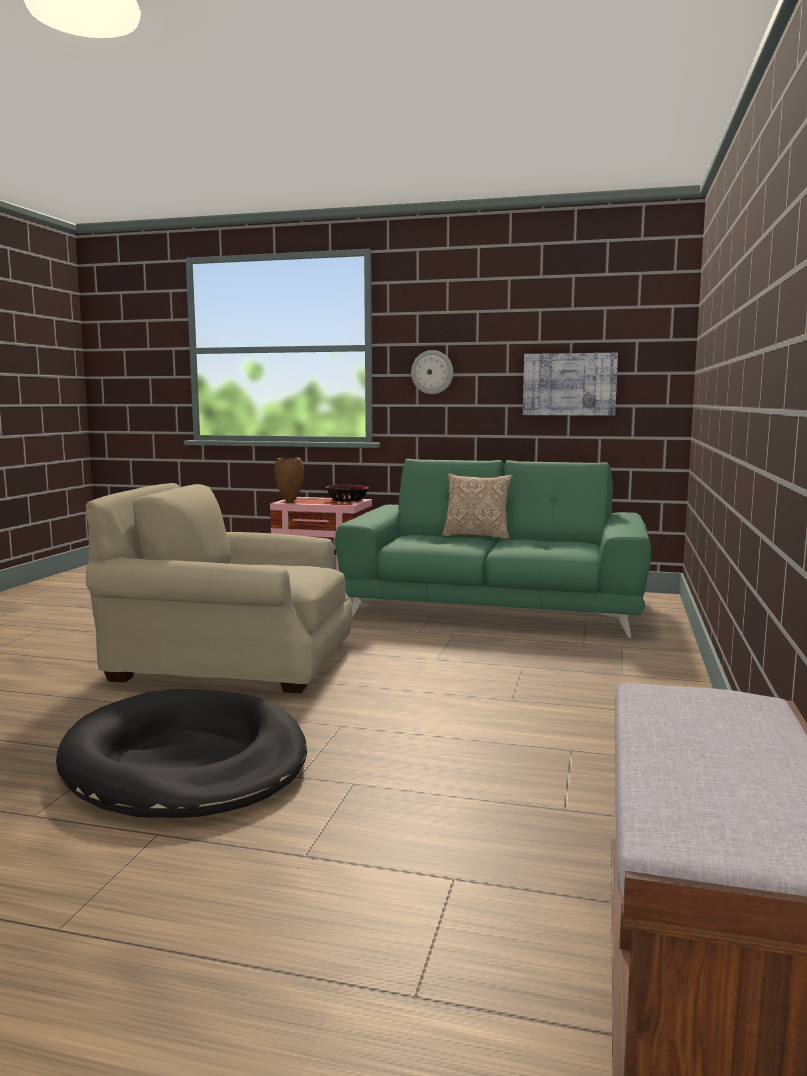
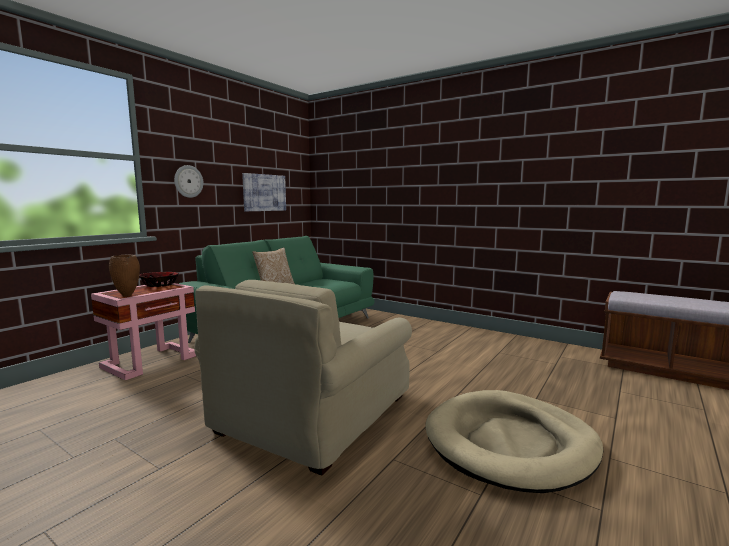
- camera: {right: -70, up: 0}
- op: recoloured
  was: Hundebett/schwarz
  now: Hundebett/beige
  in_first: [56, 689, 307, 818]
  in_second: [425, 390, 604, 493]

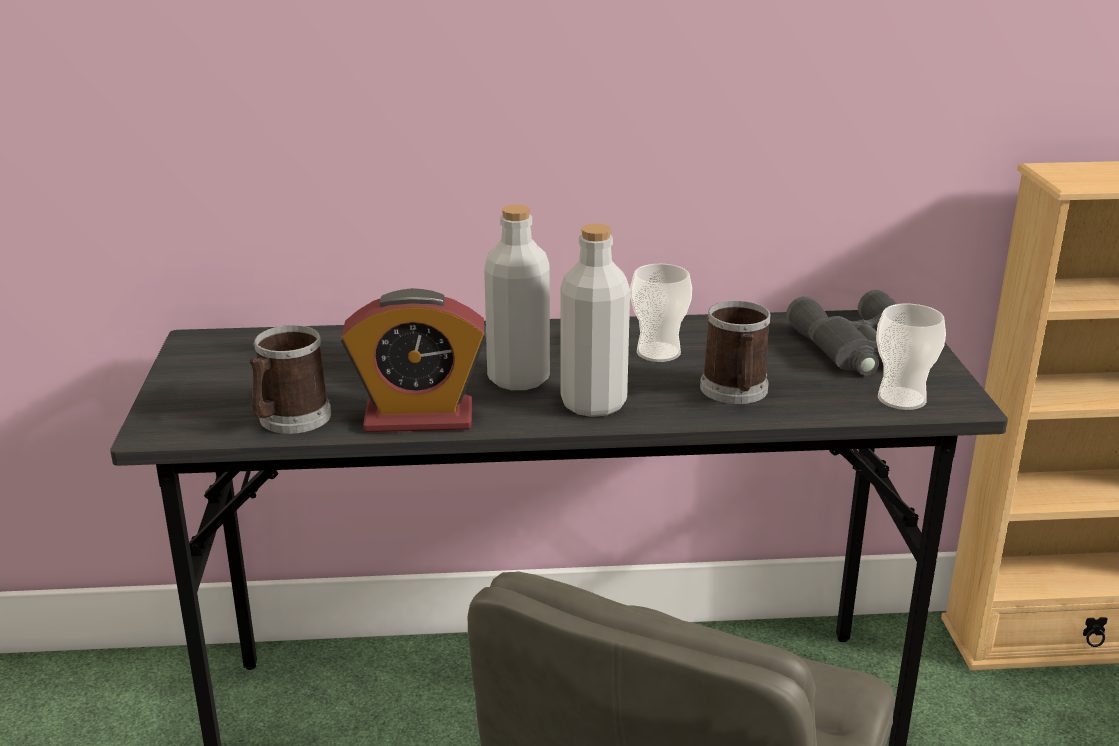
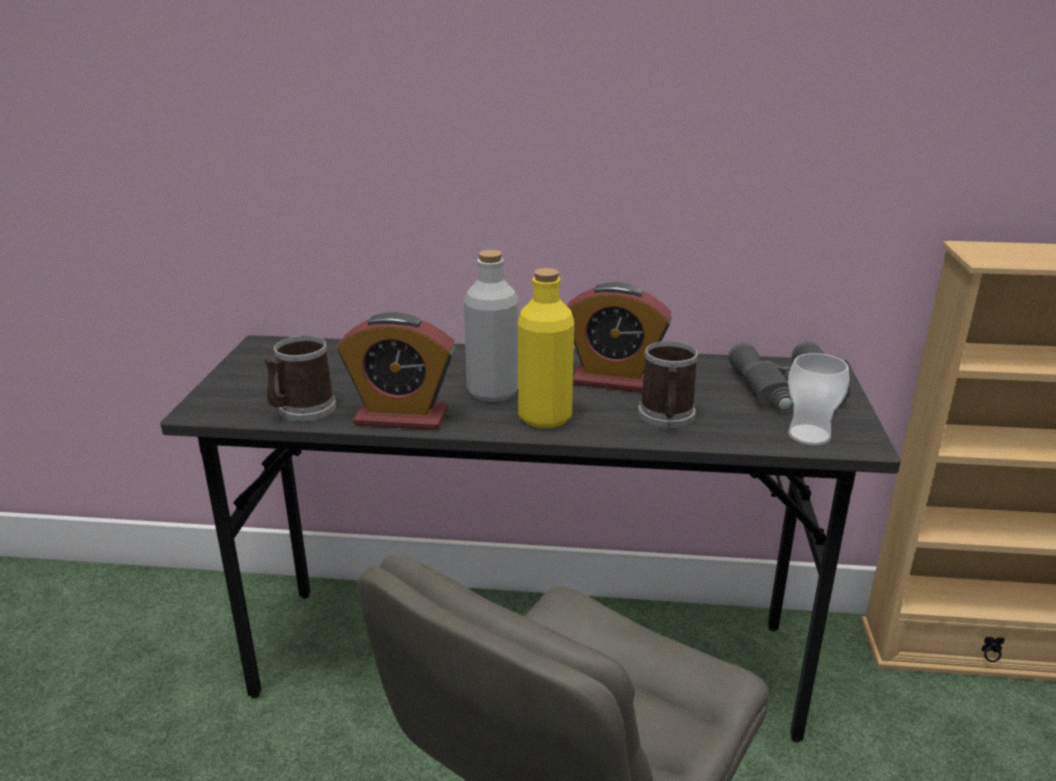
- camera: {right: 10, up: 0}
- op: recoloured
  was: Flasche/grau
  now: Flasche/gelb
  in_first: [560, 224, 630, 417]
  in_second: [518, 268, 574, 428]
- op: replaced
  was: Tasse
  now: Wecker
  in_first: [630, 264, 692, 362]
  in_second: [567, 282, 672, 392]

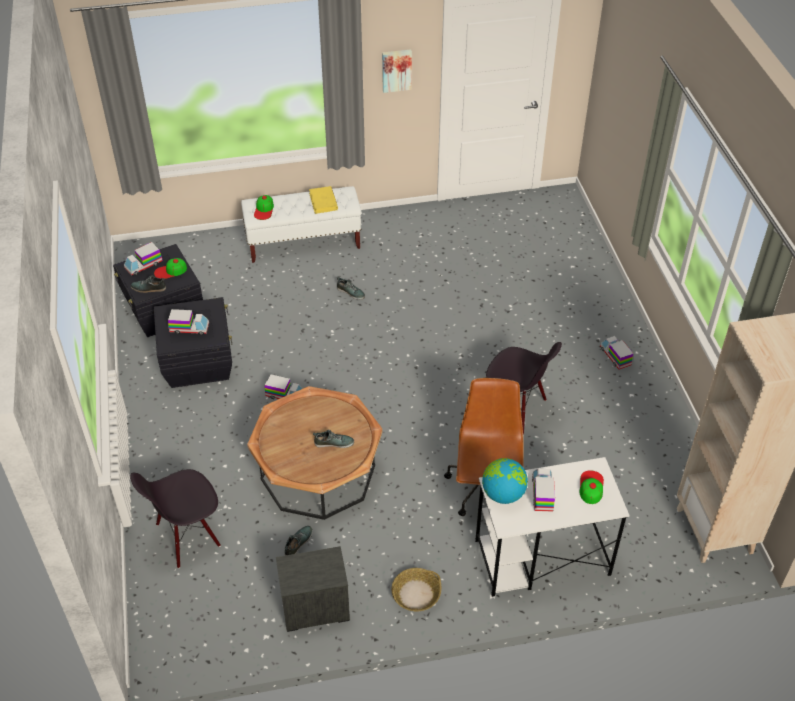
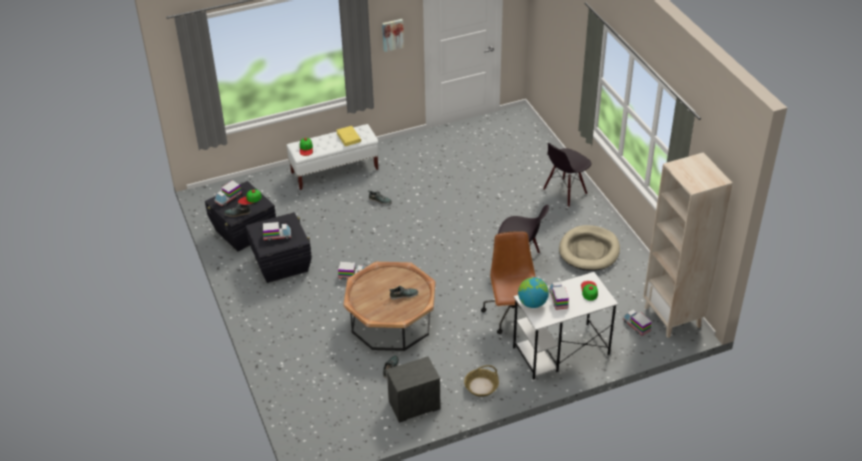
- camera: {right: -10, up: -5}
- op: moved
  was: Stuhl/schwarz
  in_first: [130, 469, 221, 568]
  in_second: [543, 143, 592, 207]
- op: added
  now: Hundebett/beige
  in_second: [559, 225, 620, 271]
- op: moved
  was: Spielzeuglaster
  in_first: [600, 336, 634, 370]
  in_second: [623, 309, 652, 336]

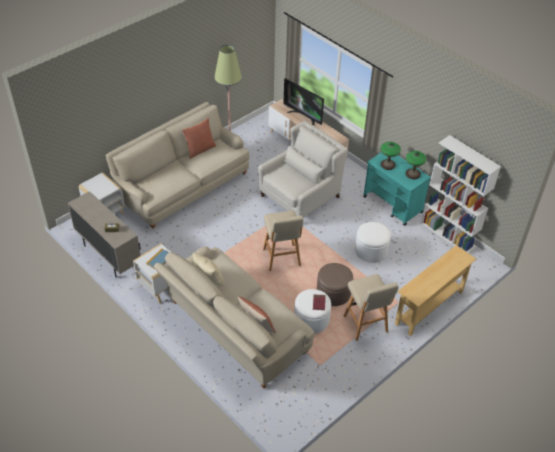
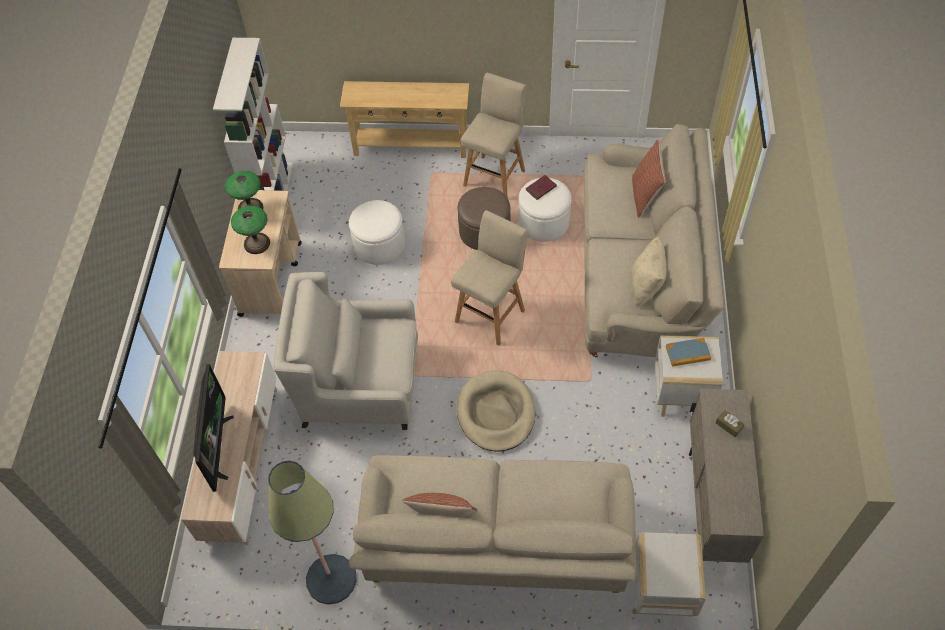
- camera: {right: -130, up: 10}
- op: recoloured
  was: Rollwagen/türkis
  now: Rollwagen/beige
  in_first: [363, 152, 431, 226]
  in_second: [219, 190, 302, 317]
- op: added
  now: Hundebett/beige
  in_second: [457, 370, 536, 452]

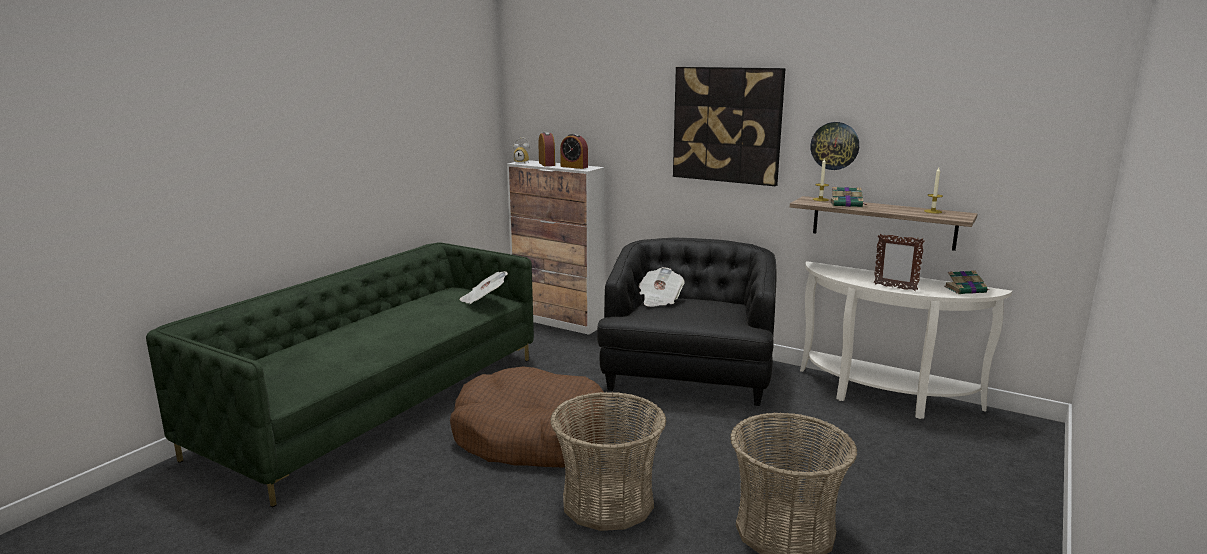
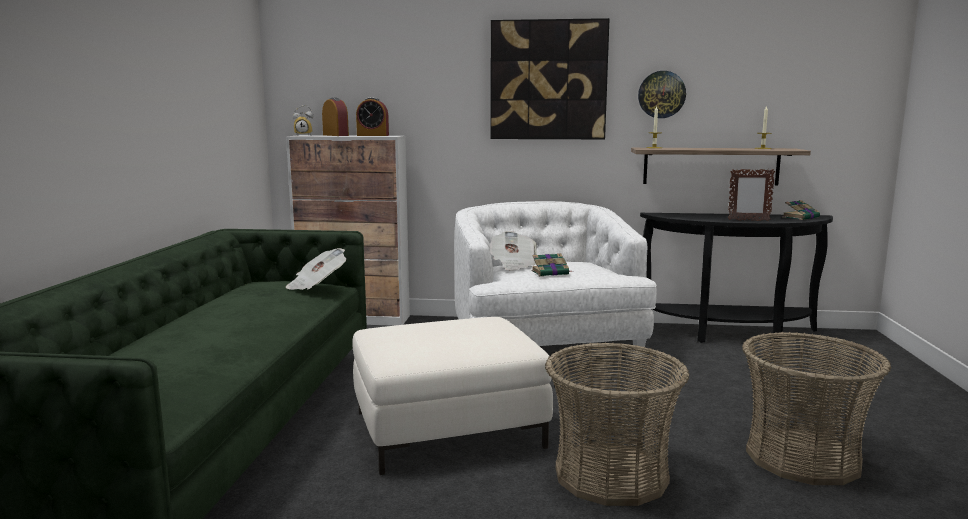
- camera: {right: -25, up: -5}
- op: replaced
  was: Hundebett/braun
  now: Polsterhocker/weiß
  in_first: [450, 366, 606, 468]
  in_second: [352, 317, 553, 475]
- op: recoloured
  was: Sessel/schwarz
  now: Sessel/weiß
  in_first: [597, 238, 777, 406]
  in_second: [454, 201, 657, 359]
- op: moved
  was: Buch
  in_first: [830, 187, 867, 207]
  in_second: [532, 253, 573, 276]
- op: recoloured
  was: Konsolentisch/weiß
  now: Konsolentisch/schwarz
  in_first: [800, 261, 1012, 419]
  in_second: [640, 213, 833, 343]

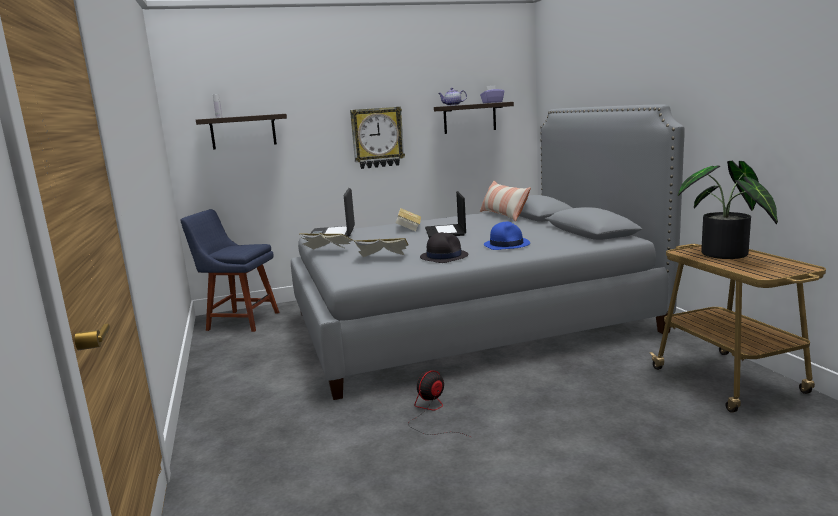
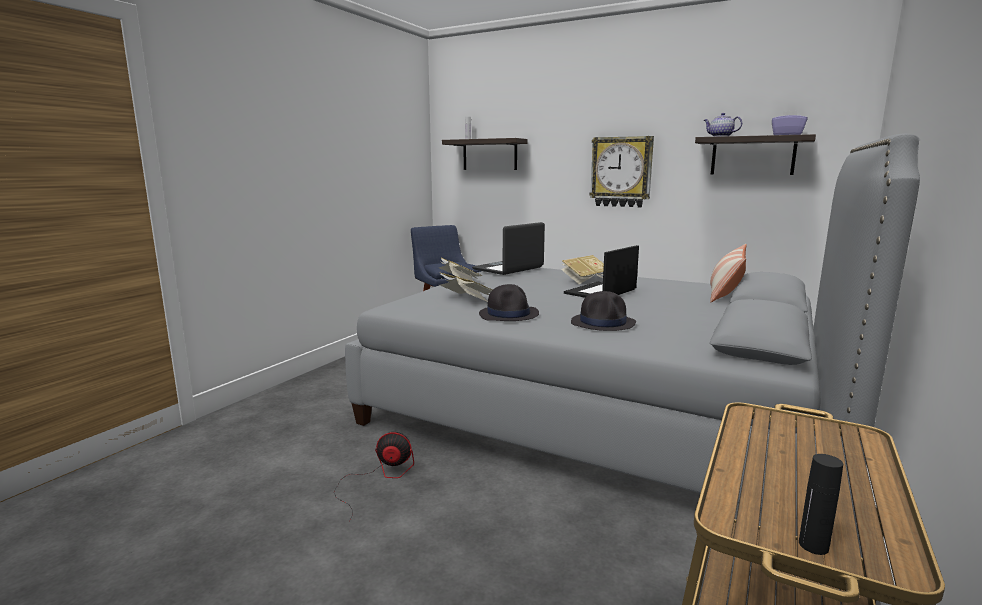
- camera: {right: 45, up: 0}
- op: recoloured
  was: Hut/blau
  now: Hut/schwarz
  in_first: [484, 222, 530, 250]
  in_second: [571, 291, 636, 331]
- op: added
  now: Flasche/schwarz
  in_second: [799, 454, 843, 555]
- op: removed
  was: Topfpflanze
  in_first: [678, 161, 778, 259]

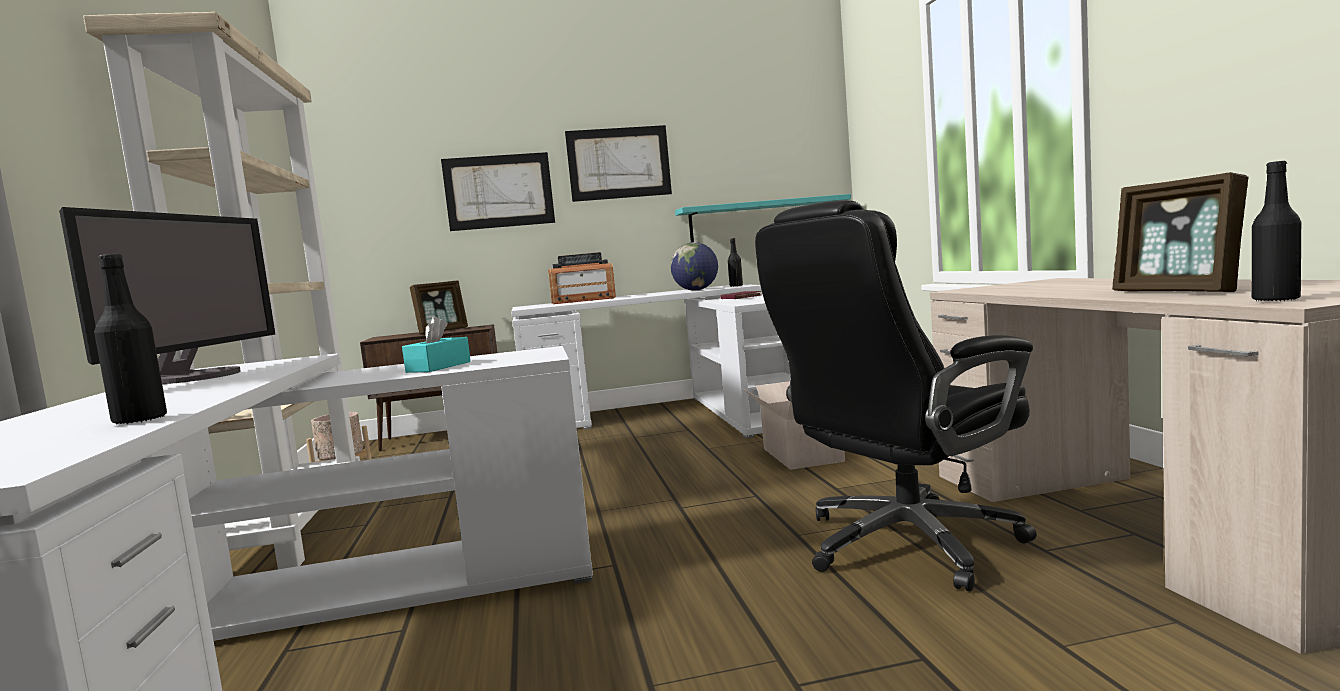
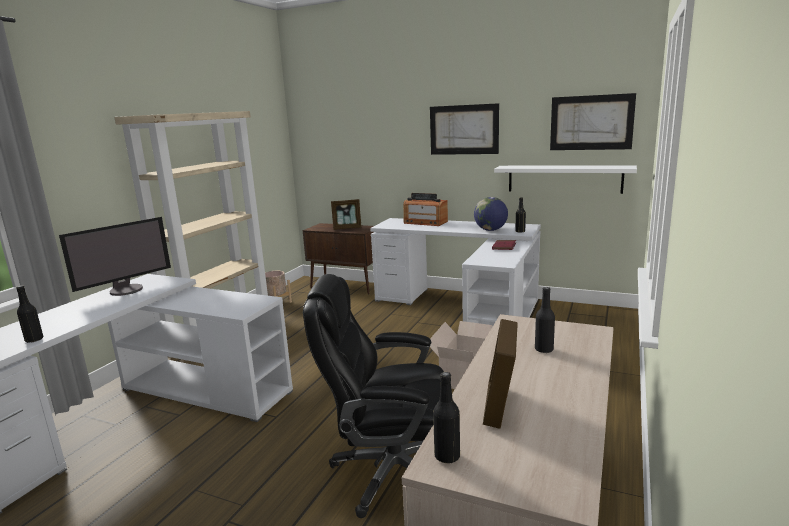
- camera: {right: 35, up: 10}
- op: recoloured
  was: Wandregal/türkis
  now: Wandregal/weiß
  in_first: [675, 194, 851, 242]
  in_second: [494, 165, 637, 194]
- op: added
  now: Flasche/schwarz
  in_second: [535, 287, 555, 353]
- op: moved
  was: Bild
  in_first: [441, 152, 555, 231]
  in_second: [550, 93, 636, 150]
- op: removed
  was: Taschentuchbox/türkis
  in_first: [402, 316, 471, 373]

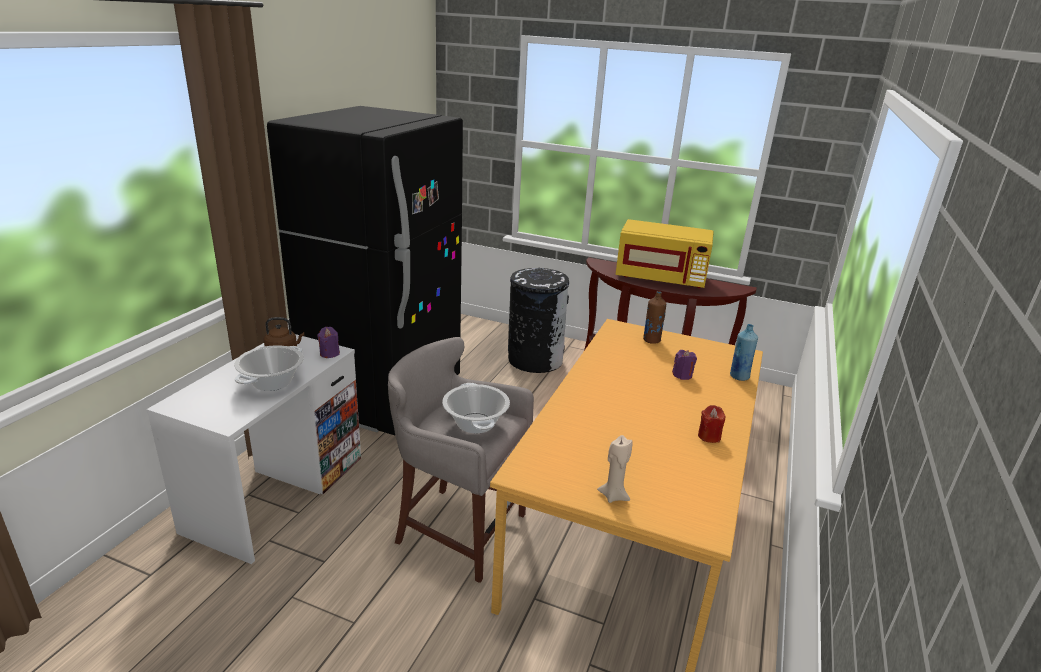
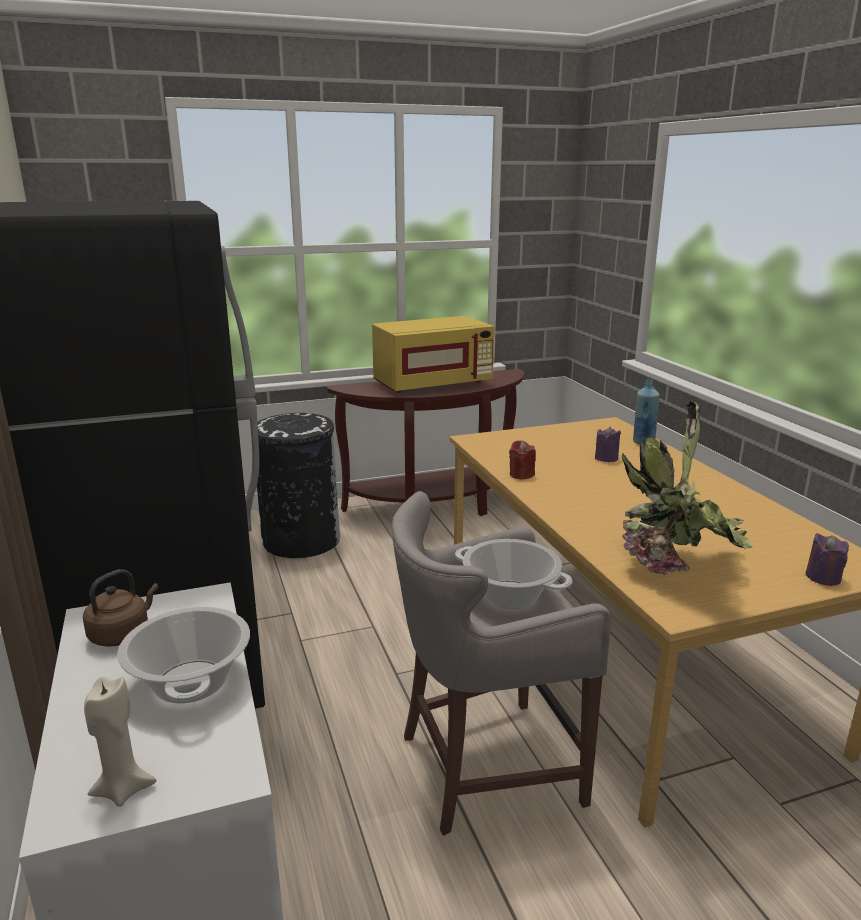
- camera: {right: -40, up: -5}
- op: moved
  was: Kerze/beige
  in_first: [597, 435, 633, 503]
  in_second: [84, 677, 156, 807]
- op: moved
  was: Kerze/rot
  in_first: [698, 405, 725, 443]
  in_second: [509, 440, 536, 479]
- op: added
  now: Topfpflanze
  in_second: [621, 401, 752, 575]
- op: moved
  was: Kerze/lila
  in_first: [317, 327, 340, 358]
  in_second: [806, 533, 849, 586]
- op: removed
  was: Flasche/braun
  in_first: [643, 291, 666, 344]

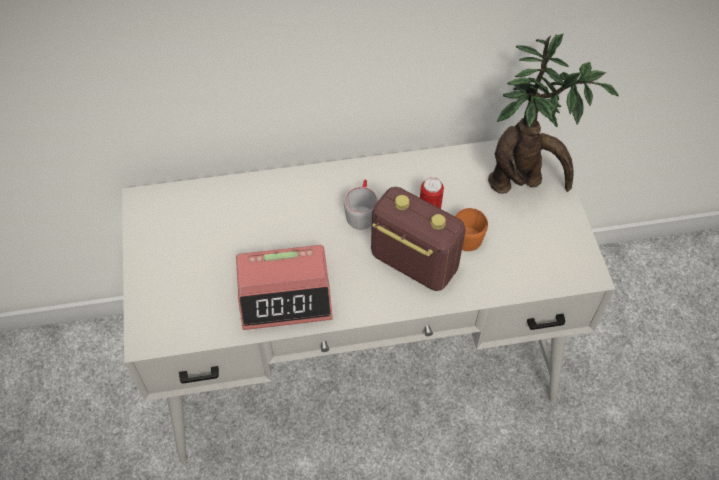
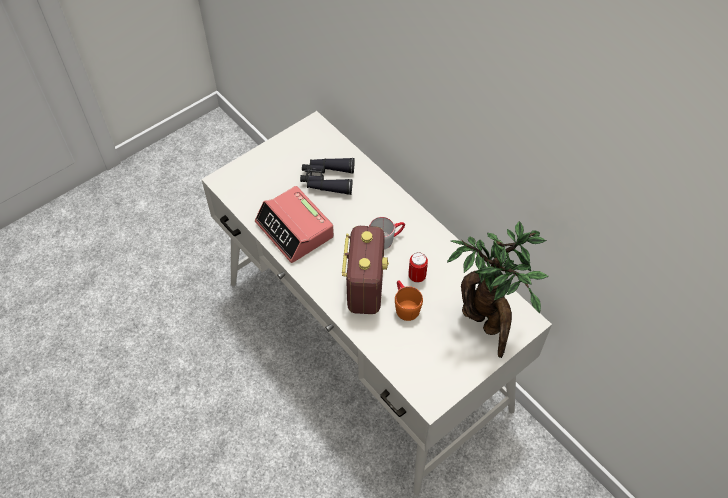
- camera: {right: 60, up: 0}
- op: added
  now: Fernglas/schwarz
  in_second: [300, 158, 355, 195]

